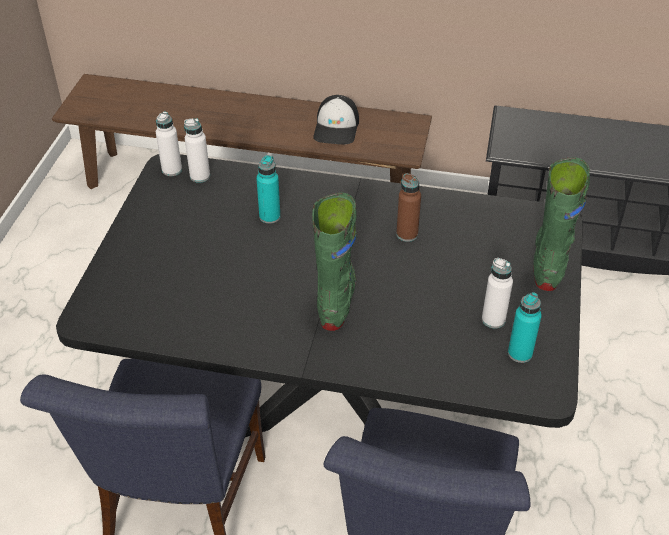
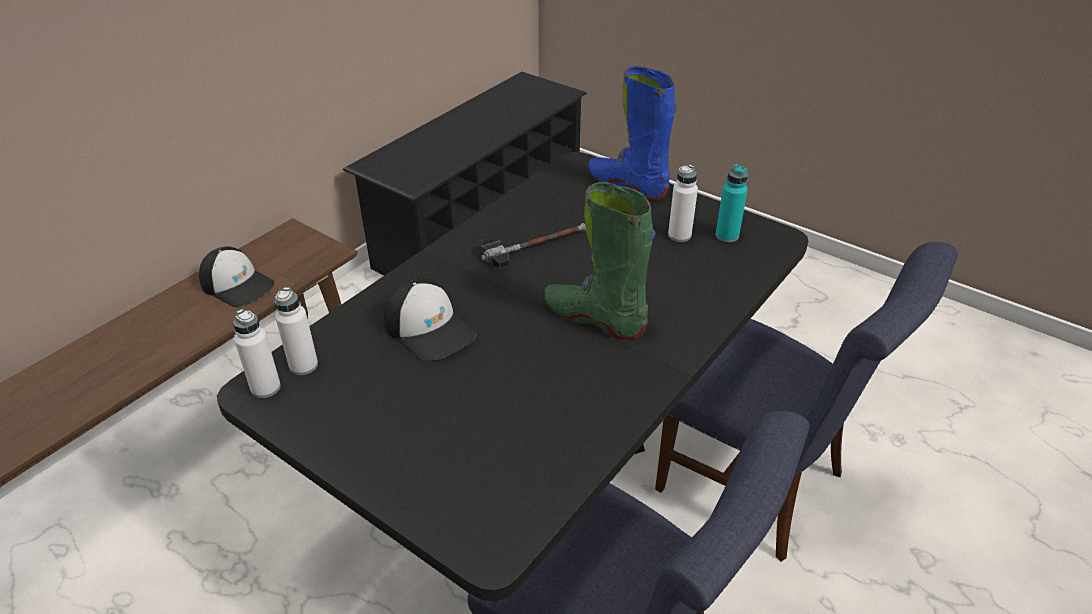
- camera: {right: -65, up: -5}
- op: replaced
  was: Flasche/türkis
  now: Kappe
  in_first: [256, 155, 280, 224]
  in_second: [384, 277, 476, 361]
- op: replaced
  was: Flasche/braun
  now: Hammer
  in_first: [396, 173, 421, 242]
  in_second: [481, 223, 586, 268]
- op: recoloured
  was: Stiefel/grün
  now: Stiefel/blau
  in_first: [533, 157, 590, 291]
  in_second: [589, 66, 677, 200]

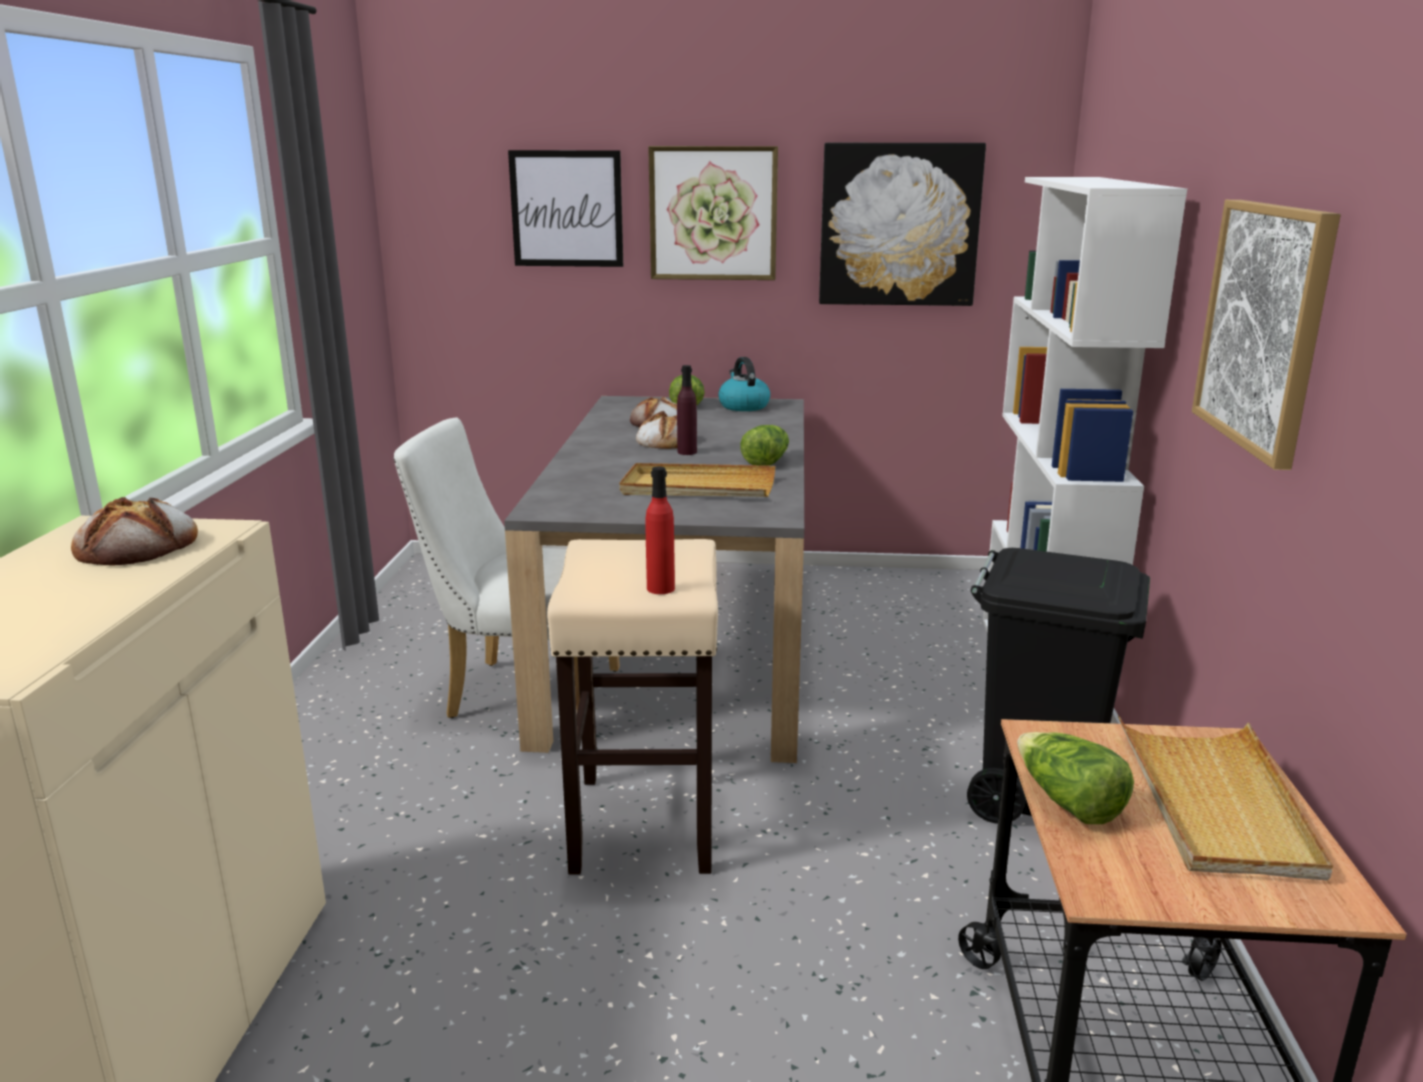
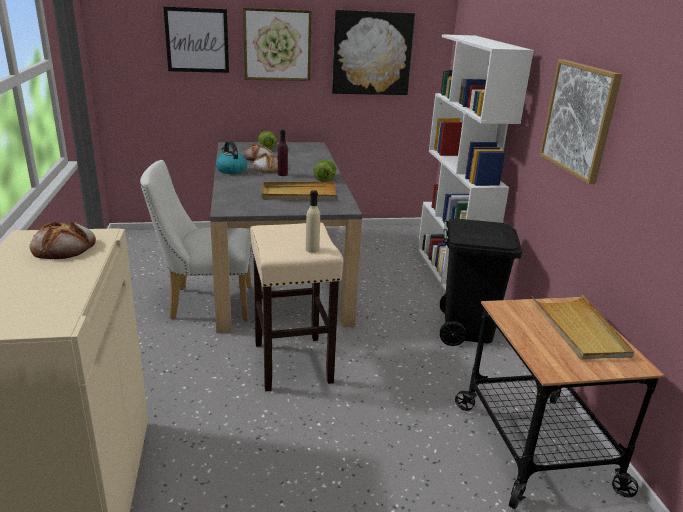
- camera: {right: -15, up: 5}
- op: moved
  was: Wasserkessel
  in_first: [718, 357, 770, 411]
  in_second: [216, 141, 247, 174]
- op: recoloured
  was: Flasche/rot
  now: Flasche/beige
  in_first: [646, 466, 675, 594]
  in_second: [306, 190, 320, 253]
- op: removed
  was: Salatkopf
  in_first: [1017, 732, 1134, 824]

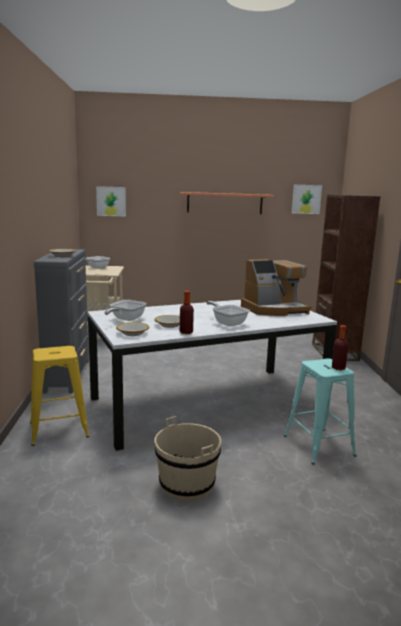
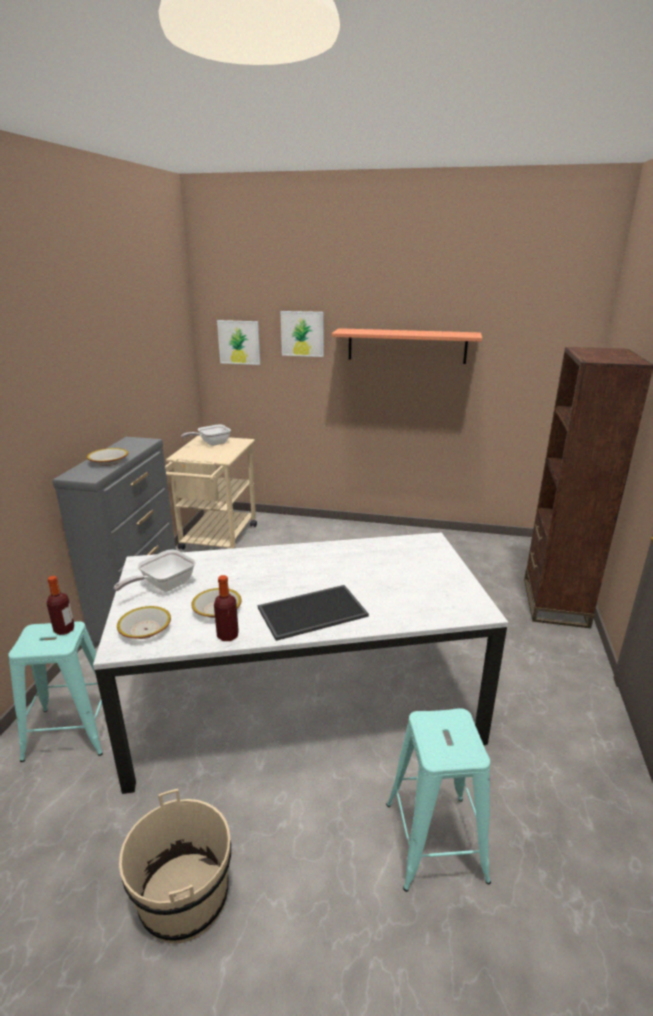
- camera: {right: 15, up: 10}
- op: recoloured
  was: Hocker/gelb
  now: Hocker/türkis
  in_first: [30, 346, 89, 446]
  in_second: [9, 621, 103, 762]
- op: moved
  was: Flasche
  in_first: [332, 325, 348, 370]
  in_second: [47, 576, 74, 635]
- op: replaced
  was: Pfanne
  now: Tablett
  in_first: [206, 301, 250, 327]
  in_second: [258, 585, 369, 641]
- op: moved
  was: Bild
  in_first: [292, 185, 322, 214]
  in_second: [281, 311, 324, 357]
- op: removed
  was: Kaffeemaschine
  in_first: [241, 259, 312, 316]

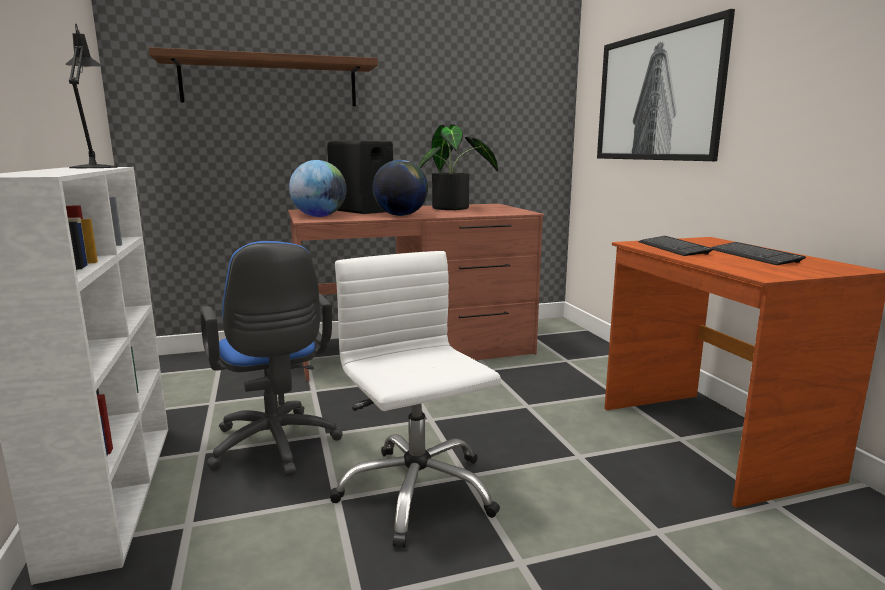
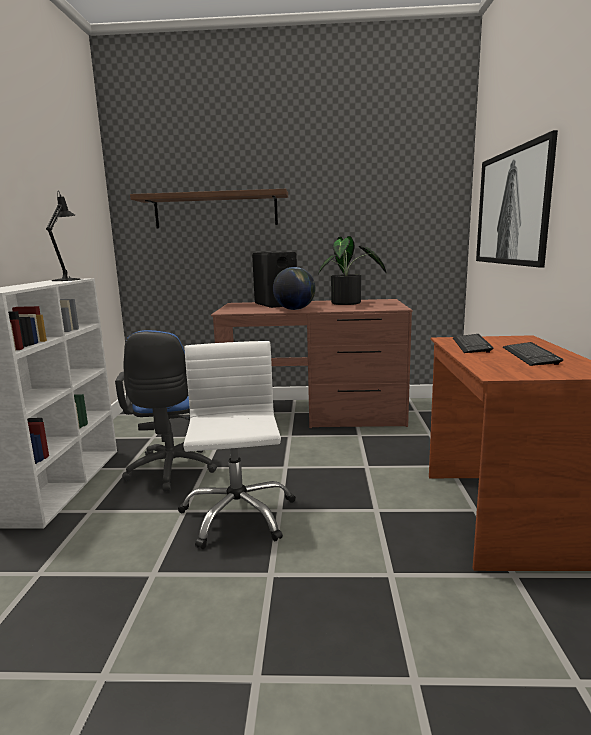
- camera: {right: 20, up: 0}
- op: removed
  was: Globus
  in_first: [289, 160, 346, 217]

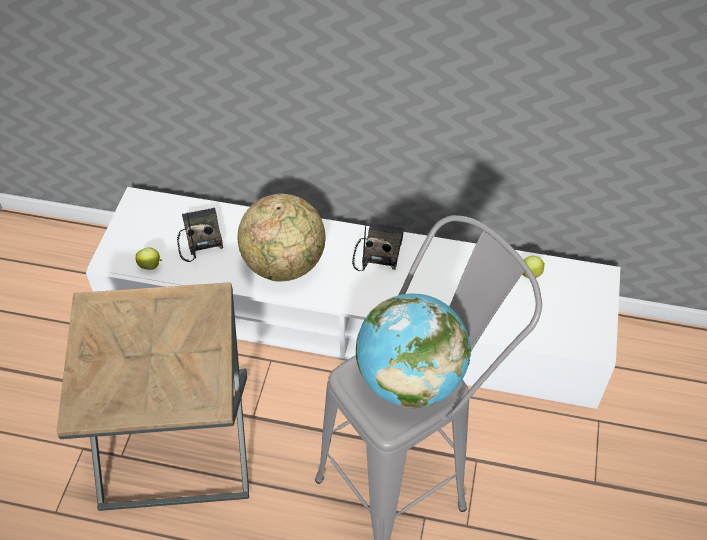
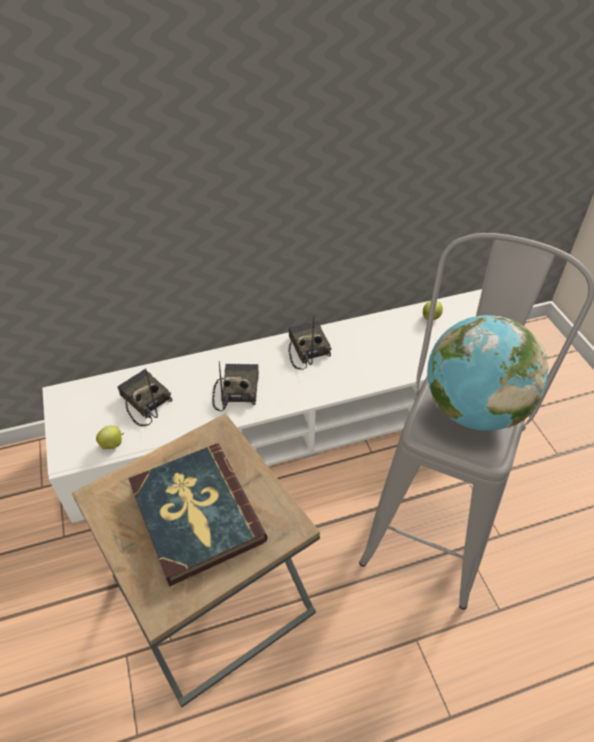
- camera: {right: -30, up: -5}
- op: added
  now: Buch
  in_second: [128, 443, 268, 586]
- op: replaced
  was: Globus
  now: Radio
  in_first: [238, 194, 325, 282]
  in_second: [212, 362, 259, 411]

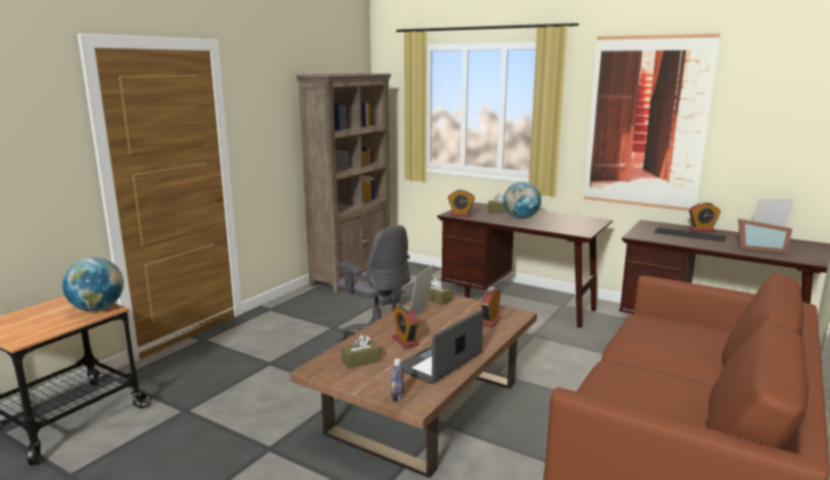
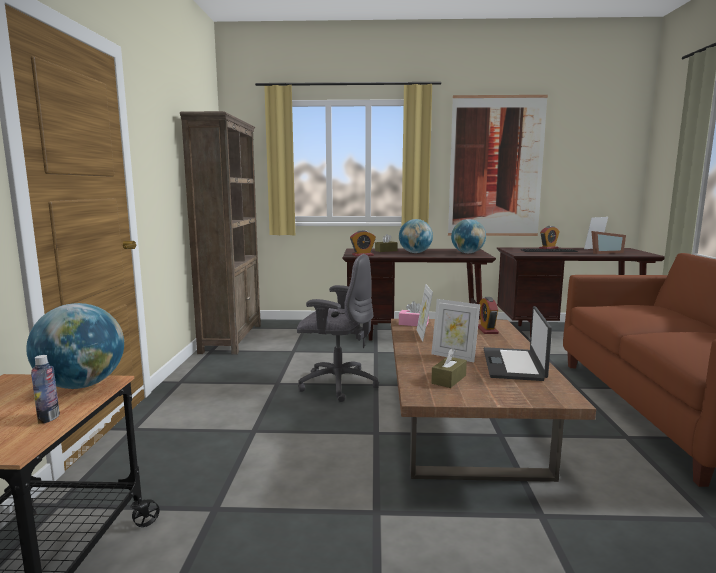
- camera: {right: -30, up: -5}
- op: moved
  was: Flasche
  in_first: [391, 359, 404, 402]
  in_second: [31, 355, 60, 424]
- op: recoloured
  was: Taschentuchbox/braun
  now: Taschentuchbox/rosa
  in_first: [428, 278, 452, 305]
  in_second: [399, 301, 429, 326]
- op: replaced
  was: Wecker
  now: Bilderrahmen
  in_first: [392, 305, 419, 349]
  in_second: [431, 299, 480, 362]
- op: added
  now: Globus
  in_second: [451, 219, 486, 253]

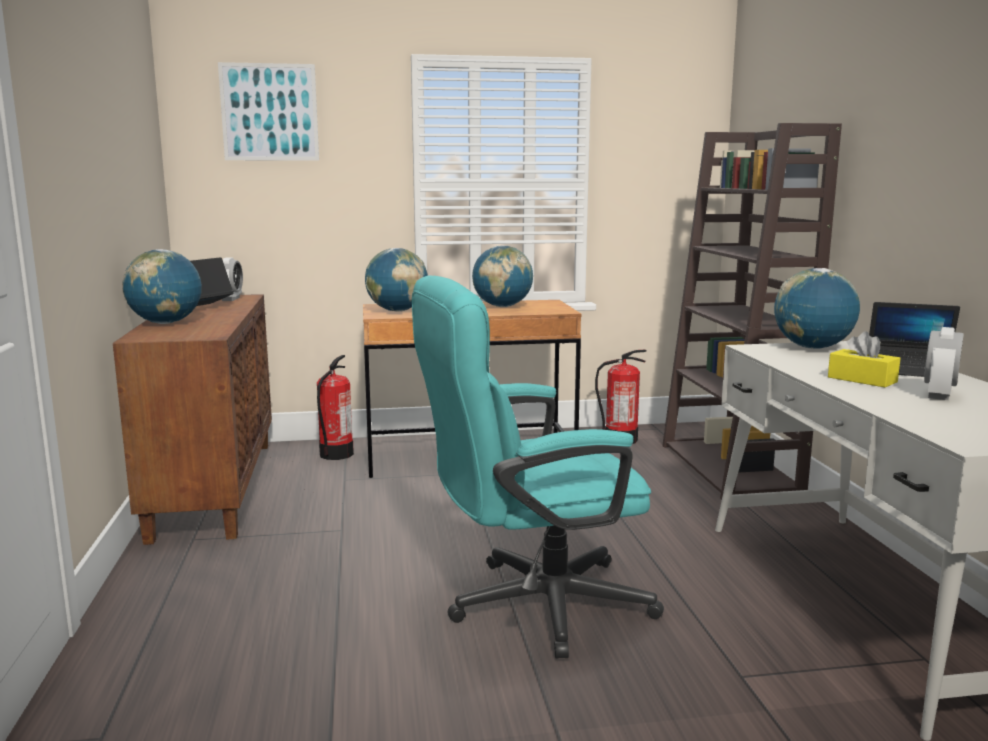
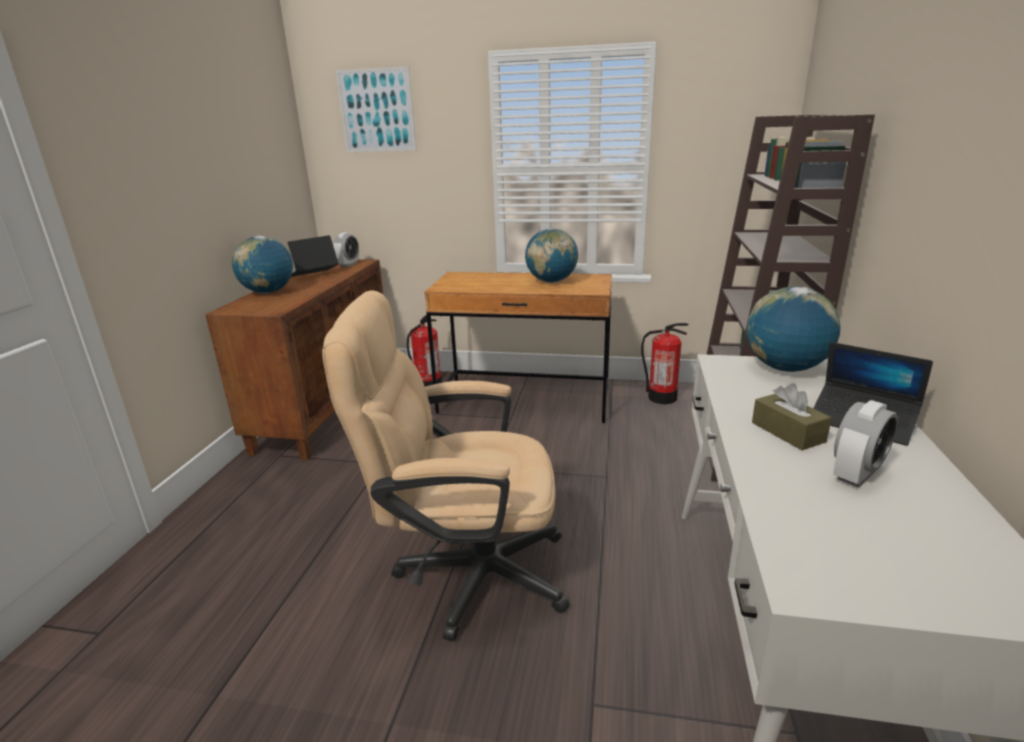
- camera: {right: 20, up: 10}
- op: recoloured
  was: Bürostuhl/türkis
  now: Bürostuhl/beige
  in_first: [412, 275, 664, 659]
  in_second: [322, 290, 569, 641]
- op: recoloured
  was: Taschentuchbox/gelb
  now: Taschentuchbox/braun
  in_first: [828, 331, 901, 387]
  in_second: [752, 383, 832, 450]
- op: removed
  was: Globus
  in_first: [365, 248, 428, 312]

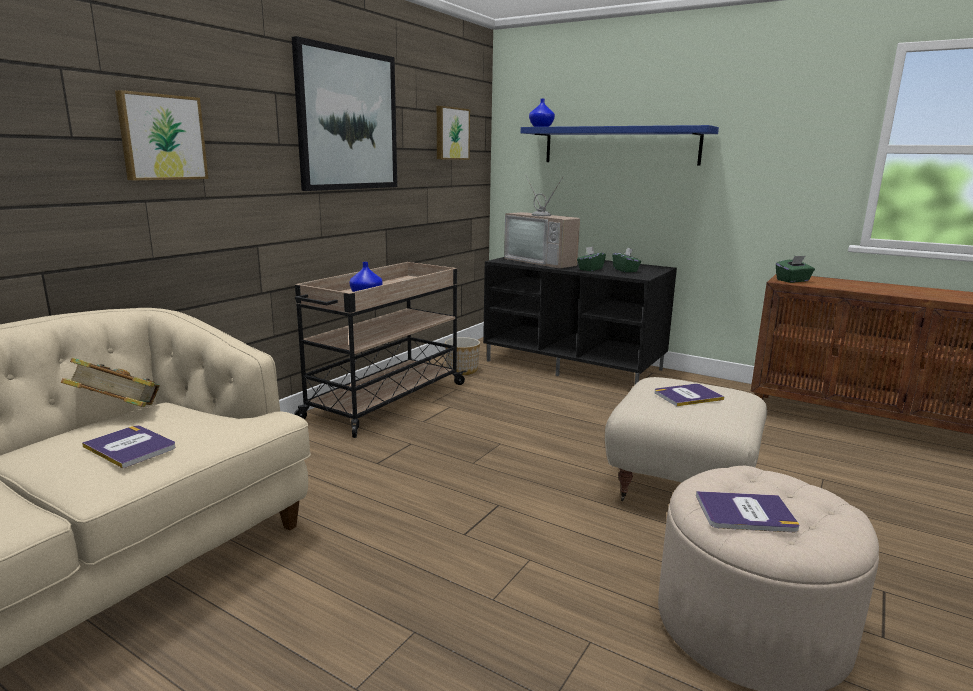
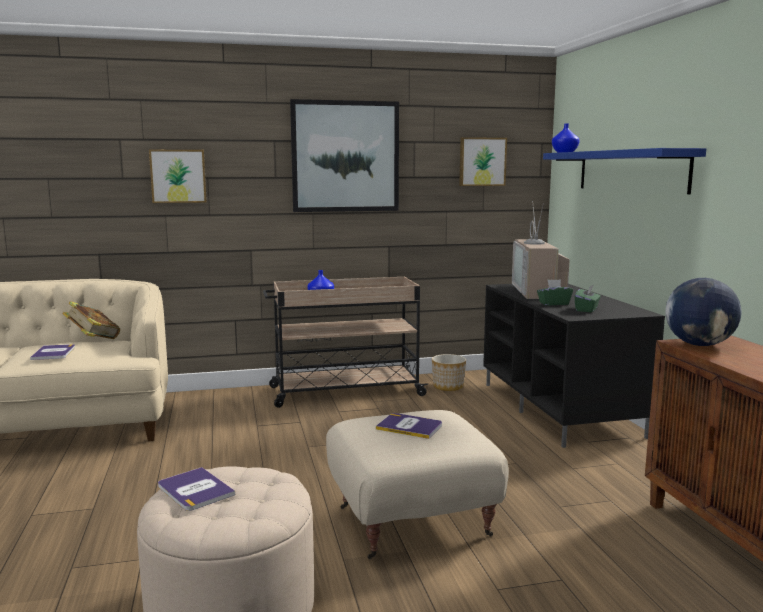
- camera: {right: 45, up: -5}
- op: replaced
  was: Taschentuchbox/grün
  now: Globus
  in_first: [776, 256, 815, 283]
  in_second: [665, 278, 741, 346]

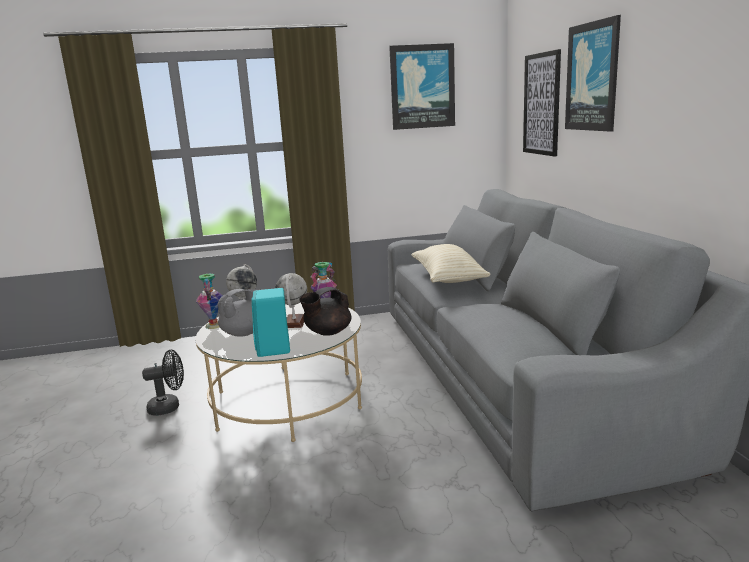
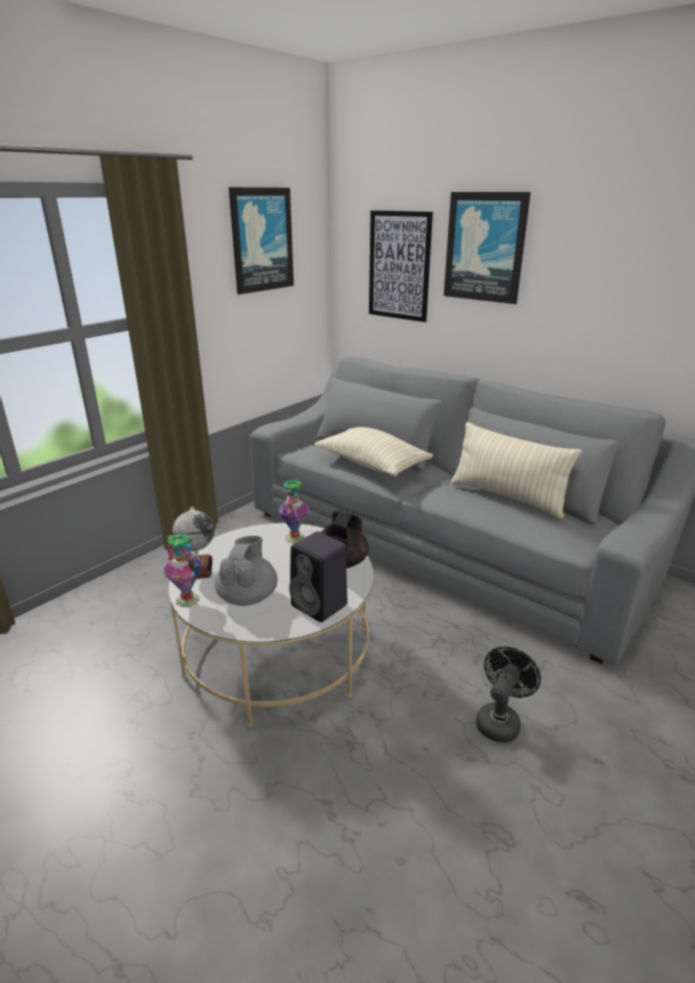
- camera: {right: -40, up: 10}
- op: recoloured
  was: Lautsprecher/türkis
  now: Lautsprecher/schwarz
  in_first: [252, 288, 290, 357]
  in_second: [289, 531, 347, 622]
- op: added
  now: Kissen/beige
  in_second: [451, 422, 582, 519]
- op: moved
  was: Ventilator/schwarz
  in_first: [142, 350, 184, 416]
  in_second: [476, 646, 541, 743]
- op: removed
  was: Globus
  in_first: [275, 273, 307, 328]

